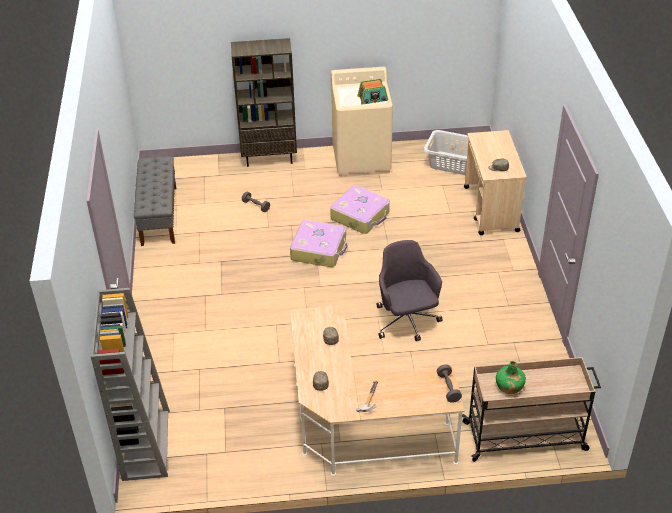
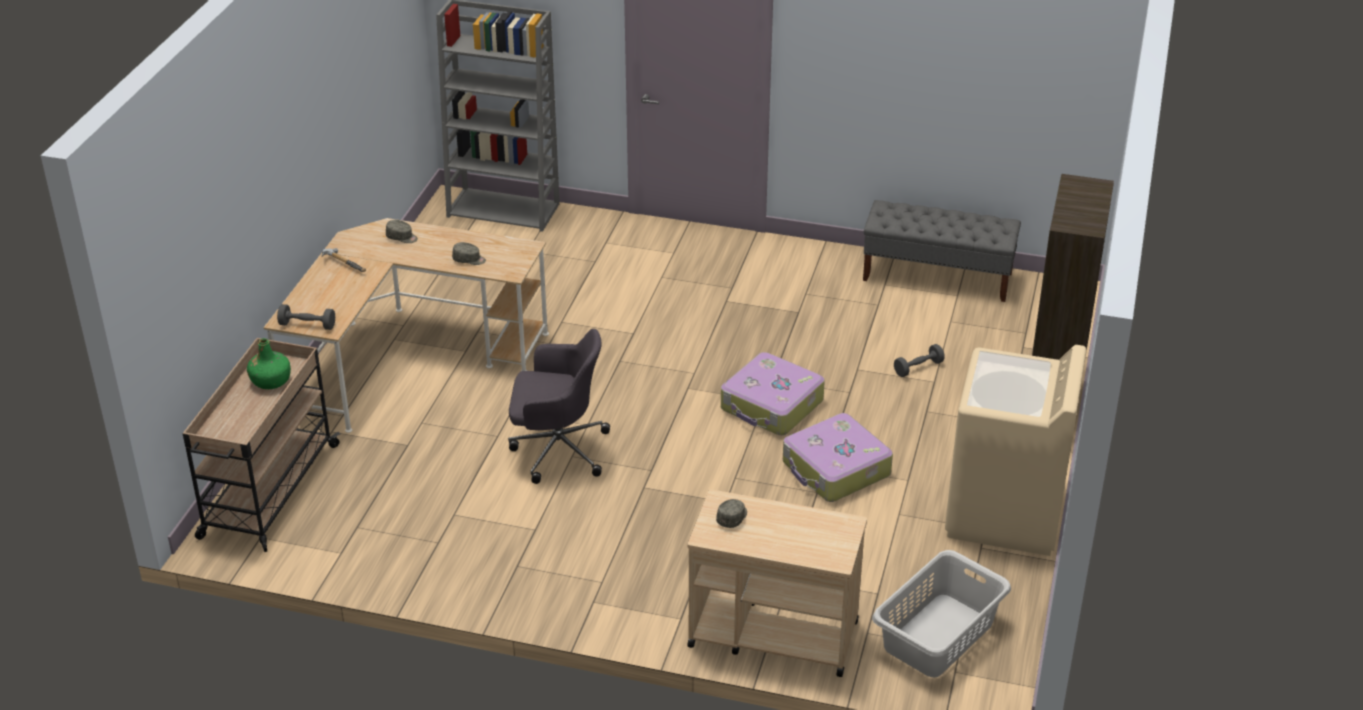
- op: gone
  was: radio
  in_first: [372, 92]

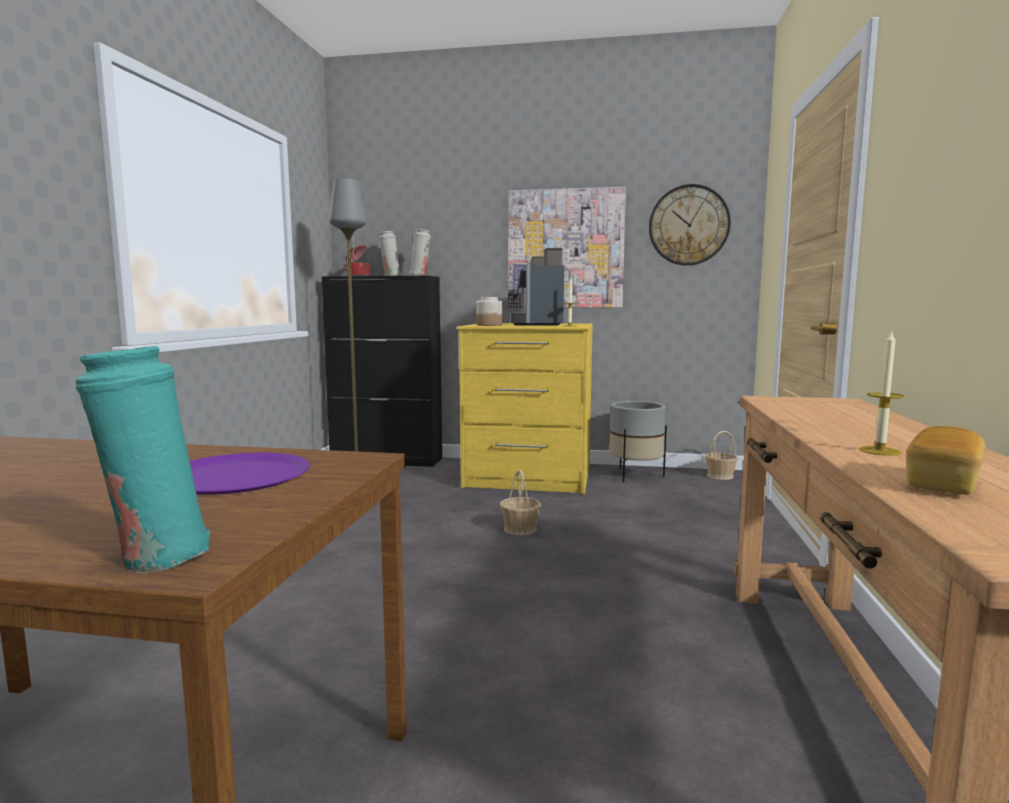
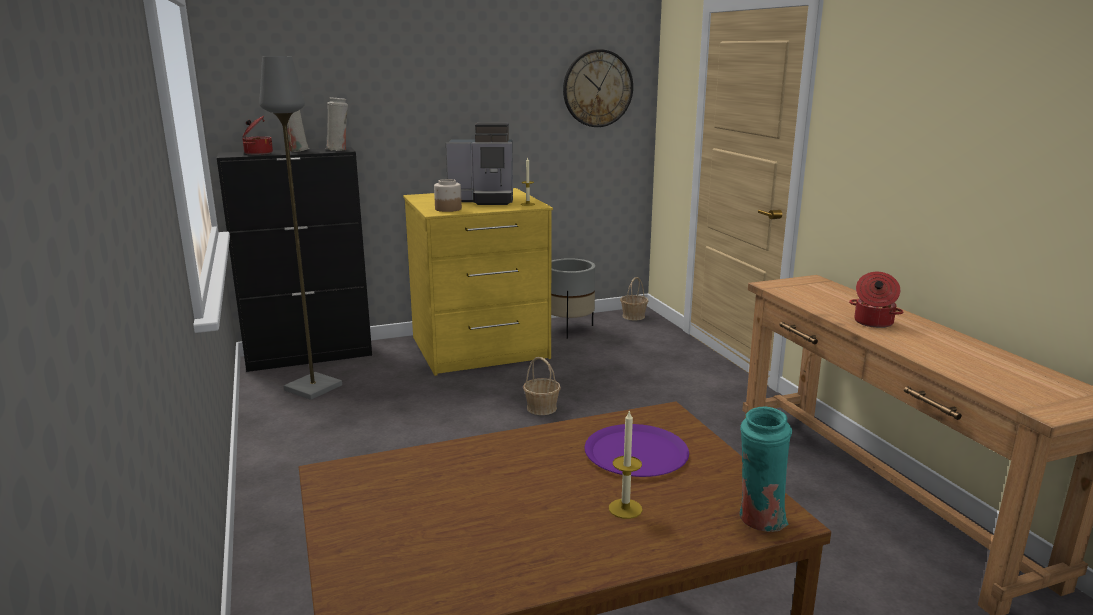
- op: rotated
  was: coffee machine
  in_first: [537, 287]
  in_second: [479, 164]
  clockwise: -60
- op: shifted
  was: candle
  in_first: [881, 393]
  in_second: [625, 464]
- op: new
  now: cooking pot
  in_second: [876, 300]
- op: gone
  was: picture
  in_first: [567, 247]
- op: gone
  was: bread
  in_first: [946, 460]

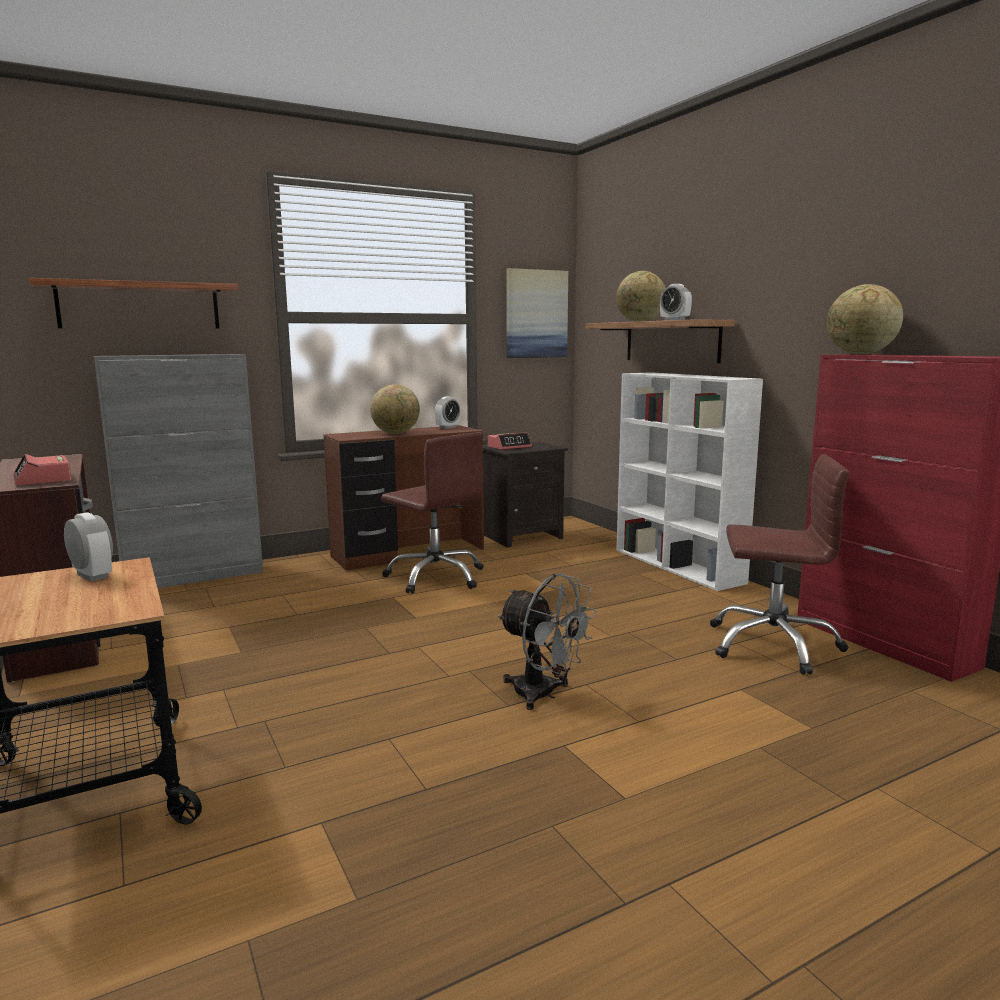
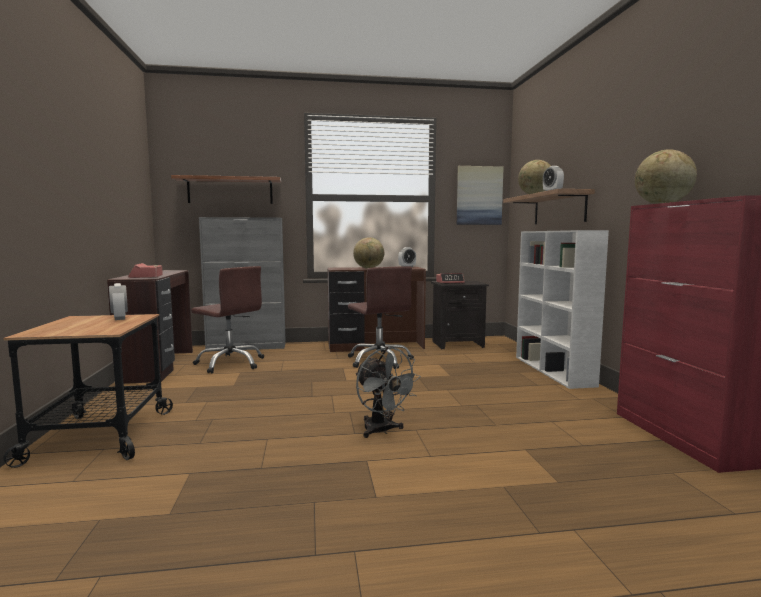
- op: shifted
  was: brown office chair
  in_first: [779, 564]
  in_second: [227, 319]

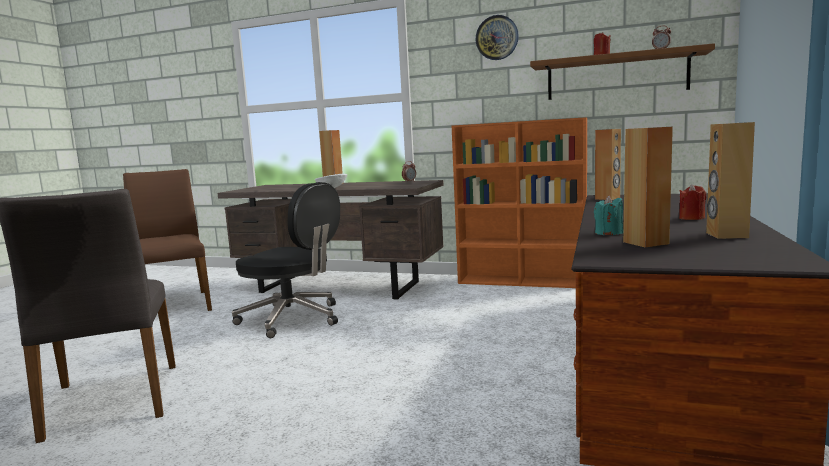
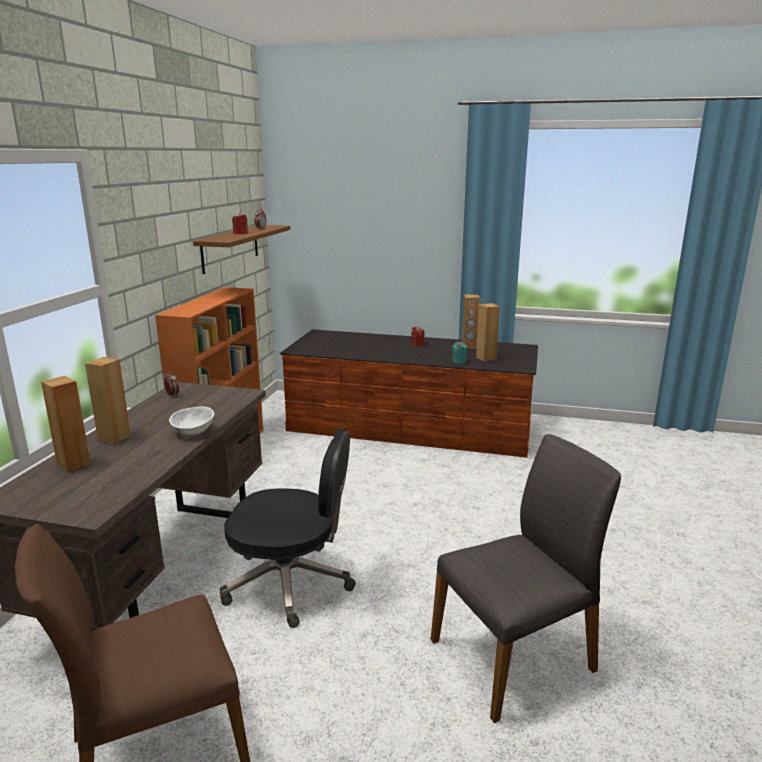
- op: shifted
  was: brown speaker
  in_first: [608, 164]
  in_second: [66, 424]
- op: rotated
  was: black office chair
  in_first: [286, 260]
  in_second: [288, 528]
  clockwise: 75
- op: gone
  was: wall clock
  in_first: [497, 37]

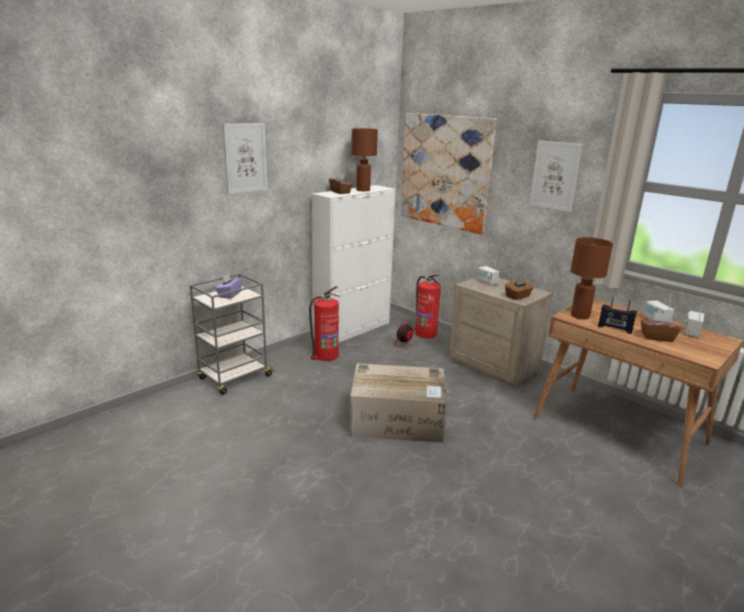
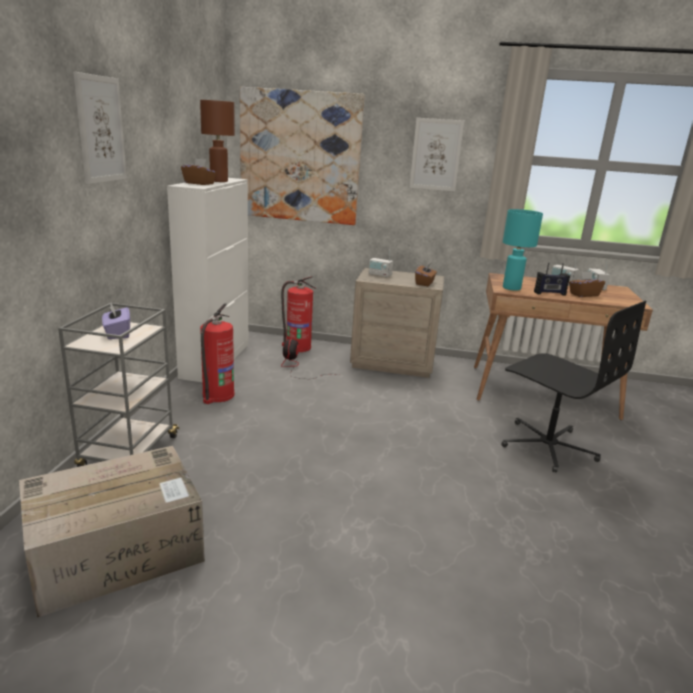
- op: shifted
  was: cardboard box
  in_first: [398, 403]
  in_second: [112, 532]
- op: new
  now: black office chair
  in_second: [573, 387]
- op: repainted
  was: brown table lamp
  now: turquoise table lamp
  in_first: [592, 278]
  in_second: [523, 250]

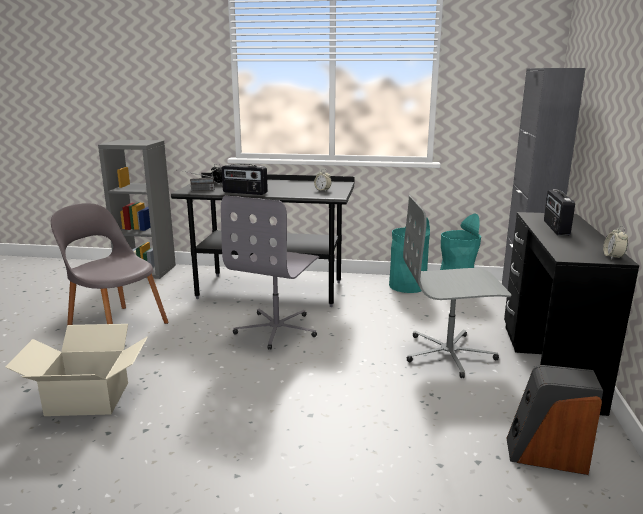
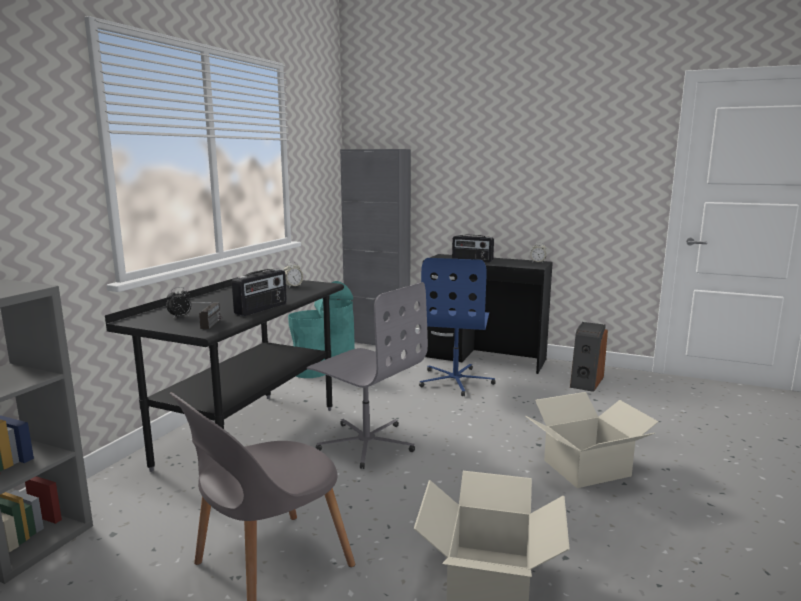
- op: repainted
  was: grey office chair
  now: blue office chair
  in_first: [457, 286]
  in_second: [457, 327]
- op: new
  now: cardboard box
  in_second: [592, 440]

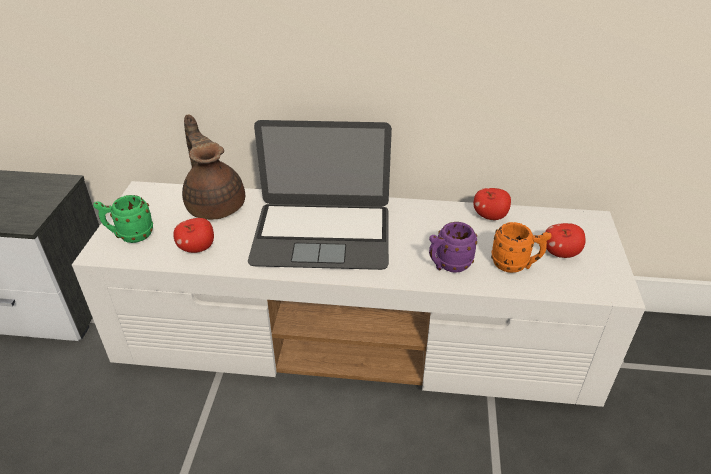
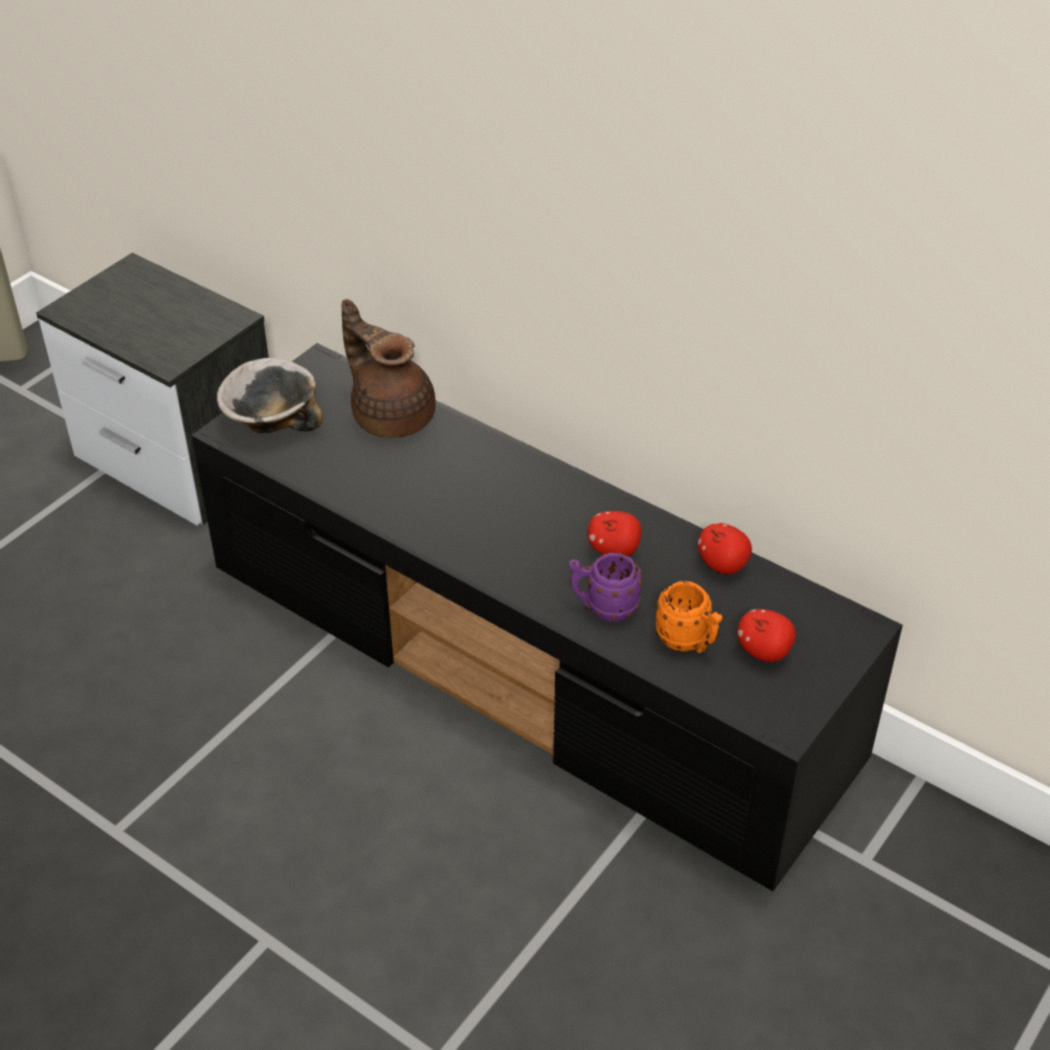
- op: repainted
  was: white tv stand
  now: black tv stand
  in_first: [359, 294]
  in_second: [547, 617]
- op: swapped
  was: green mug
  now: bowl
  in_first: [123, 219]
  in_second: [270, 395]
- op: rotated
  was: brown teapot
  in_first: [213, 167]
  in_second: [388, 368]
  clockwise: -45
- op: shifted
  was: apple
  in_first: [193, 235]
  in_second: [615, 533]
- op: gone
  was: laptop
  in_first: [320, 195]

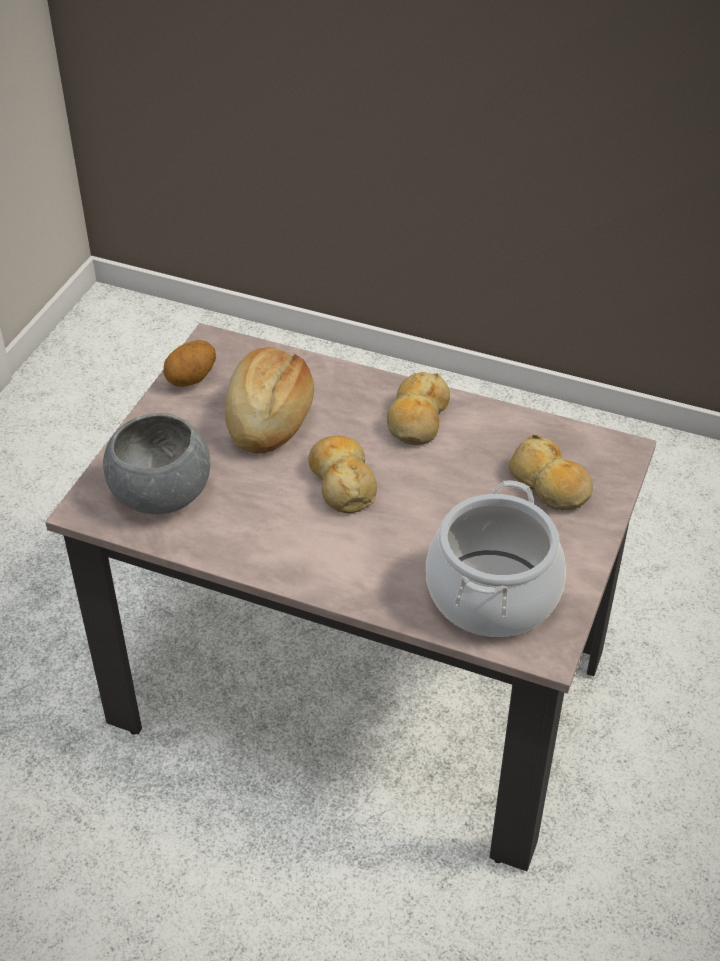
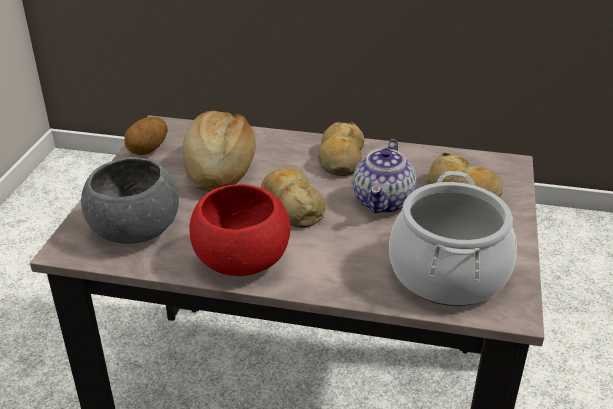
- op: new
  now: red bowl
  in_second: [240, 230]
- op: new
  now: teapot
  in_second: [385, 176]

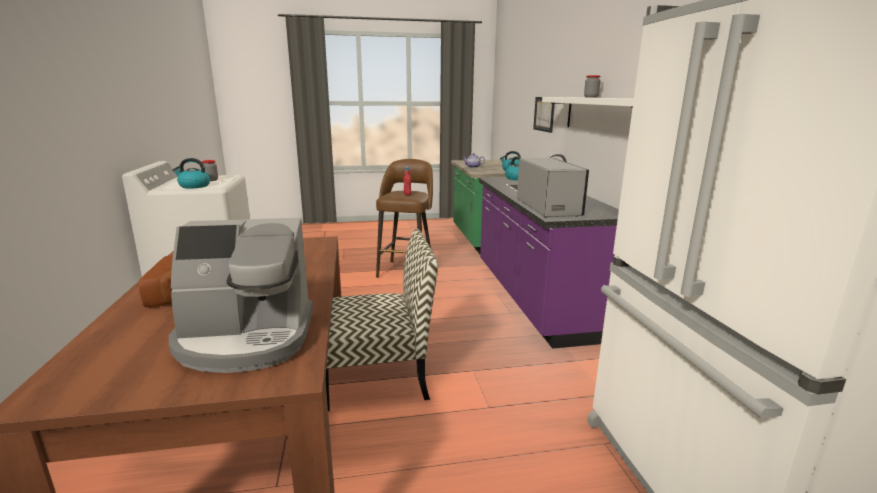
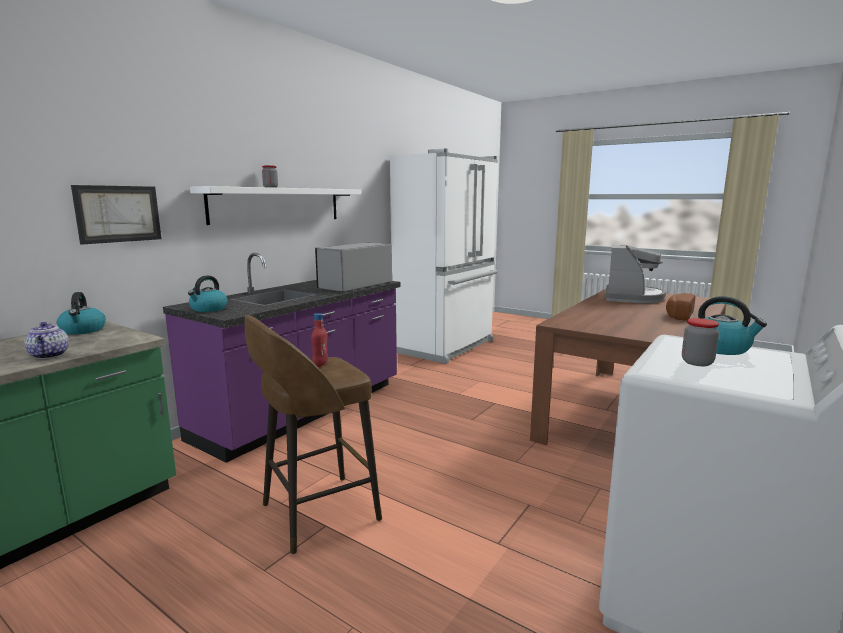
- op: rotated
  was: coffee machine
  in_first: [241, 295]
  in_second: [635, 273]
  clockwise: 75
- op: gone
  was: chair
  in_first: [381, 320]

